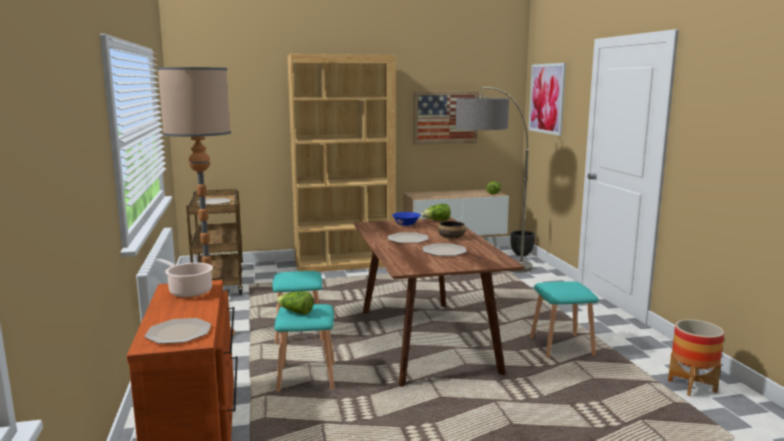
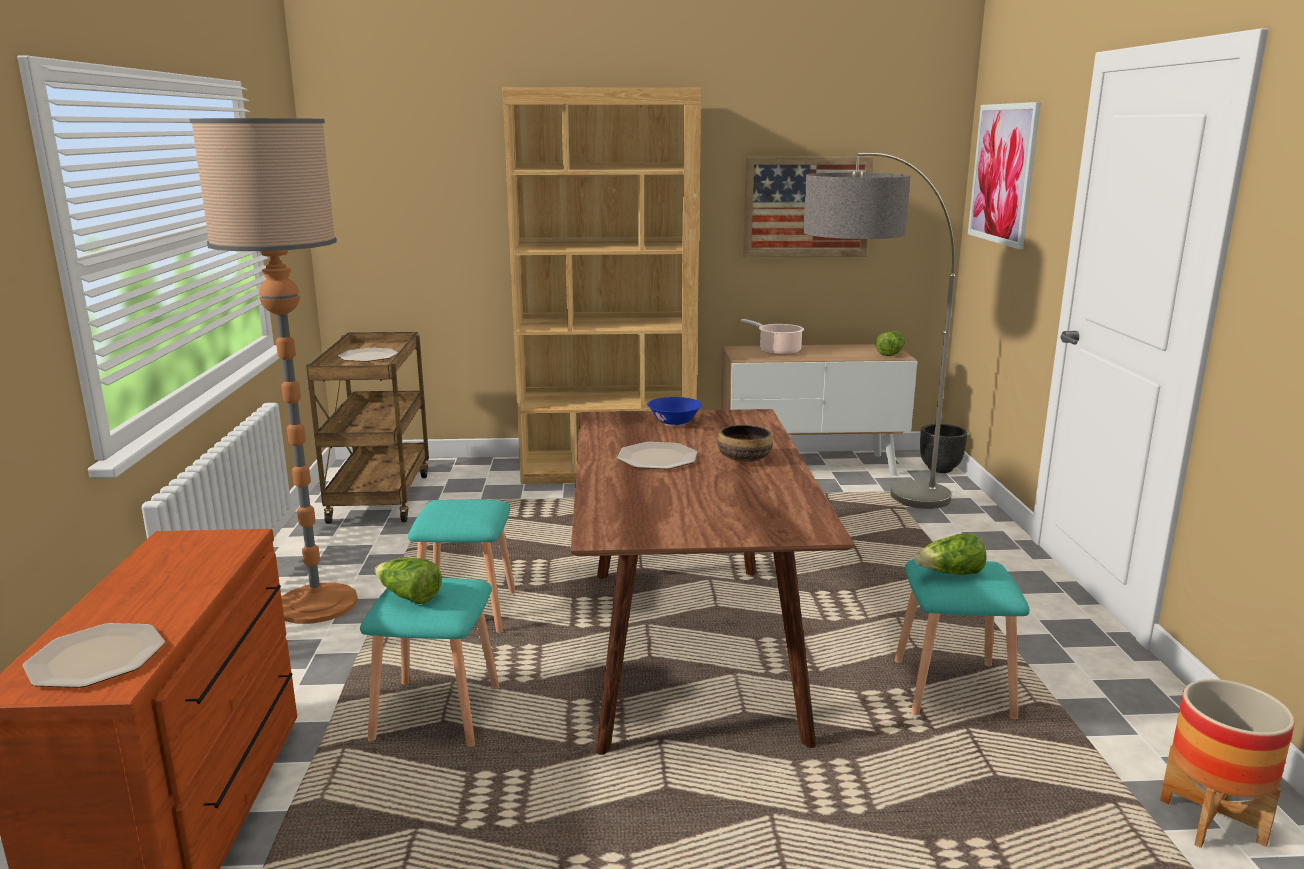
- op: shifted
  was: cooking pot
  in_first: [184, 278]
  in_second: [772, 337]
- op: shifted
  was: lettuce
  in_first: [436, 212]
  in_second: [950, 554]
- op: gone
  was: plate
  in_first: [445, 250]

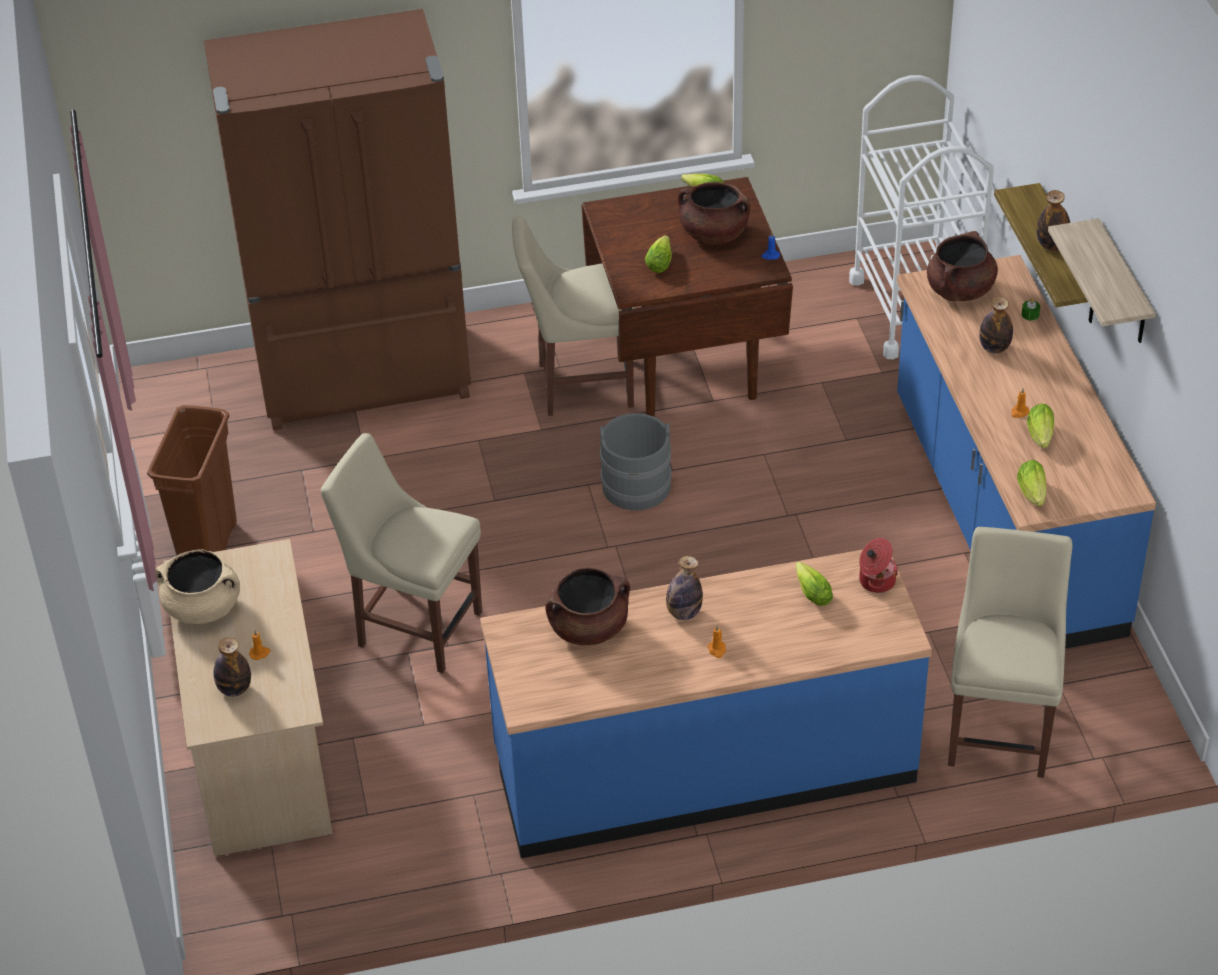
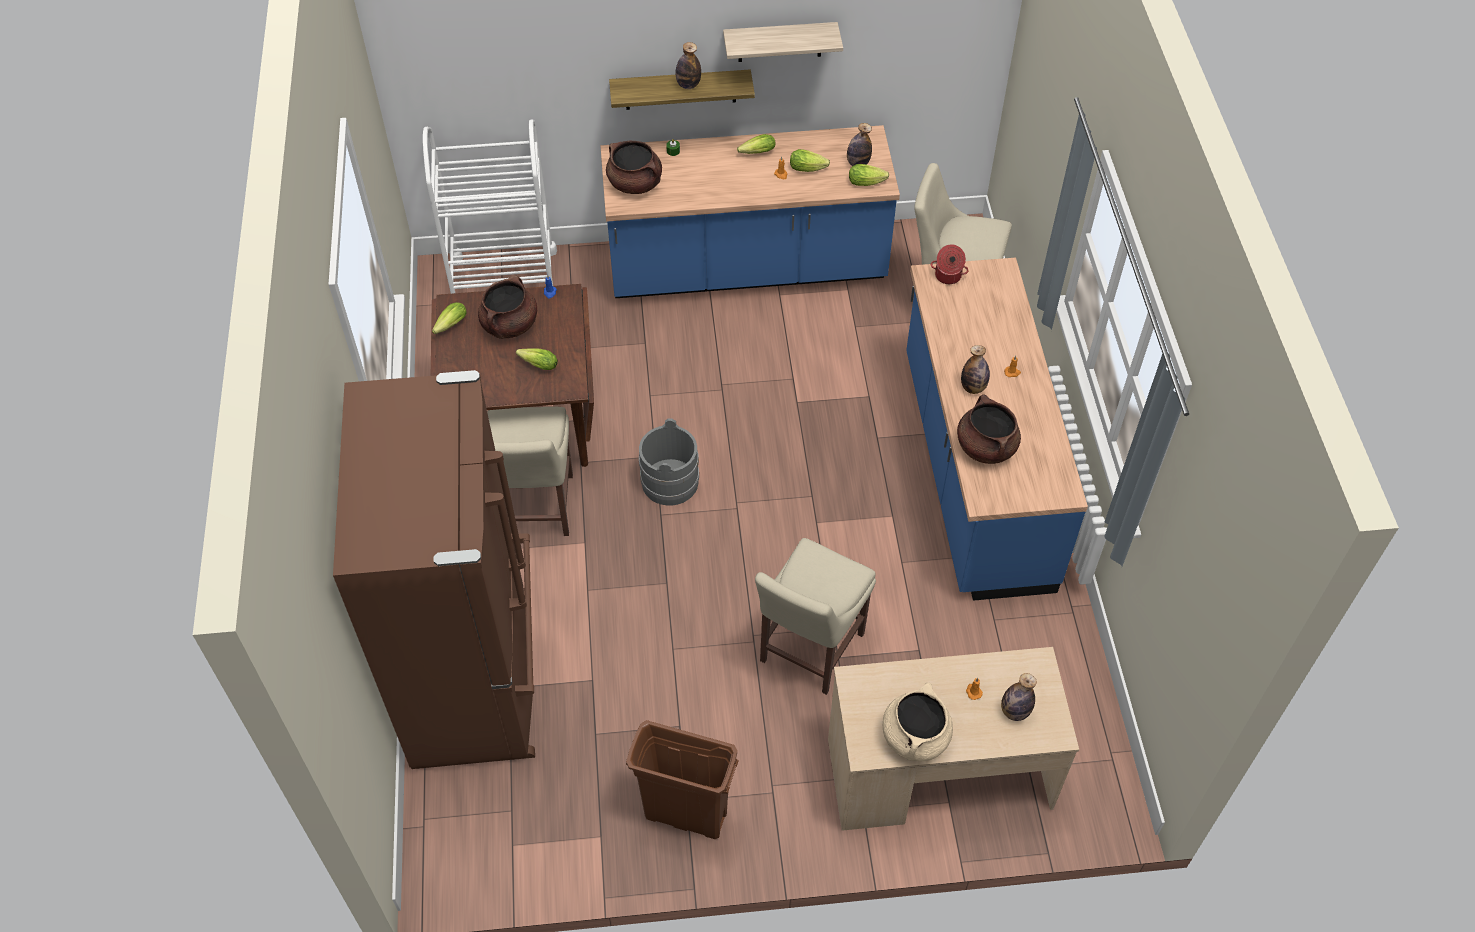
- op: shifted
  was: lettuce
  in_first: [814, 584]
  in_second: [756, 144]
- op: shifted
  was: bottle
  in_first: [996, 325]
  in_second: [859, 144]

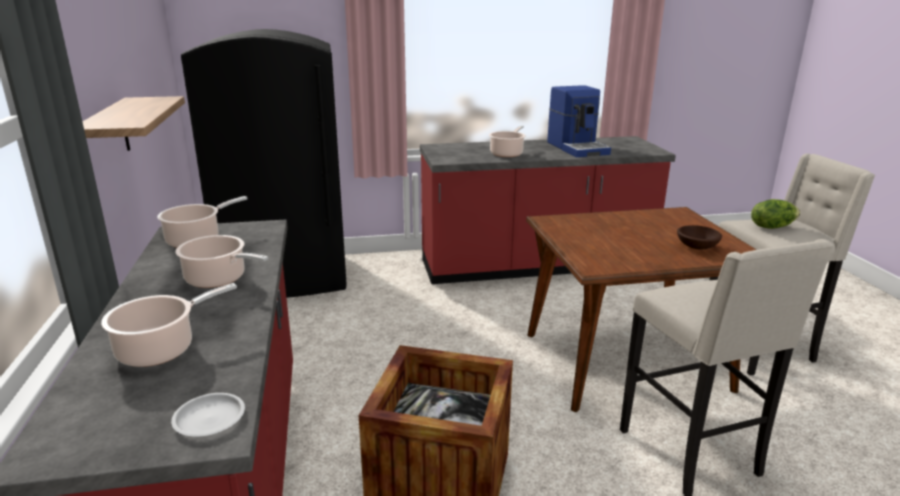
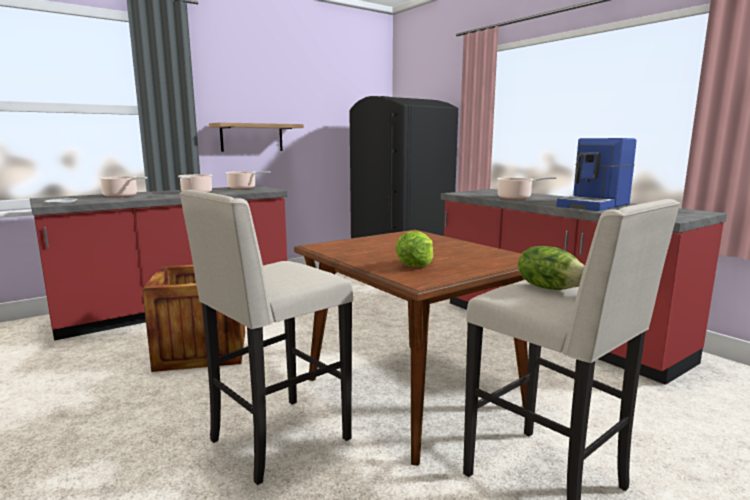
- op: swapped
  was: brown bowl
  now: lettuce
  in_first: [699, 237]
  in_second: [414, 249]

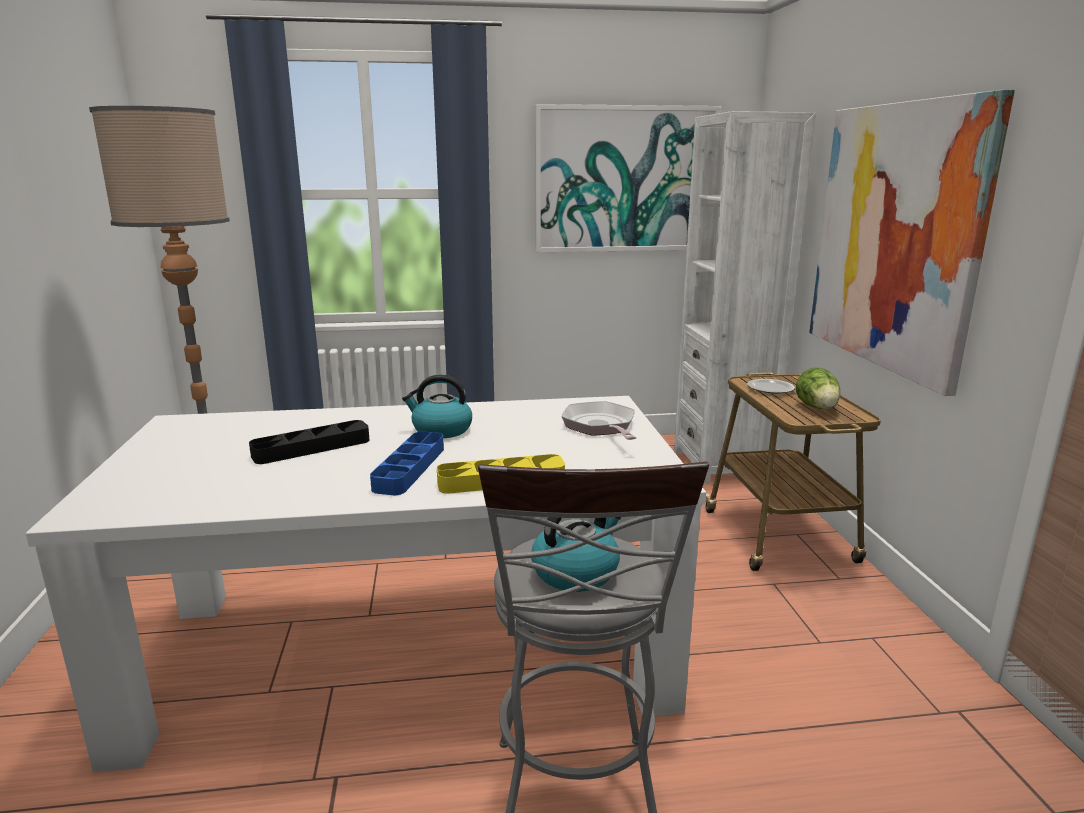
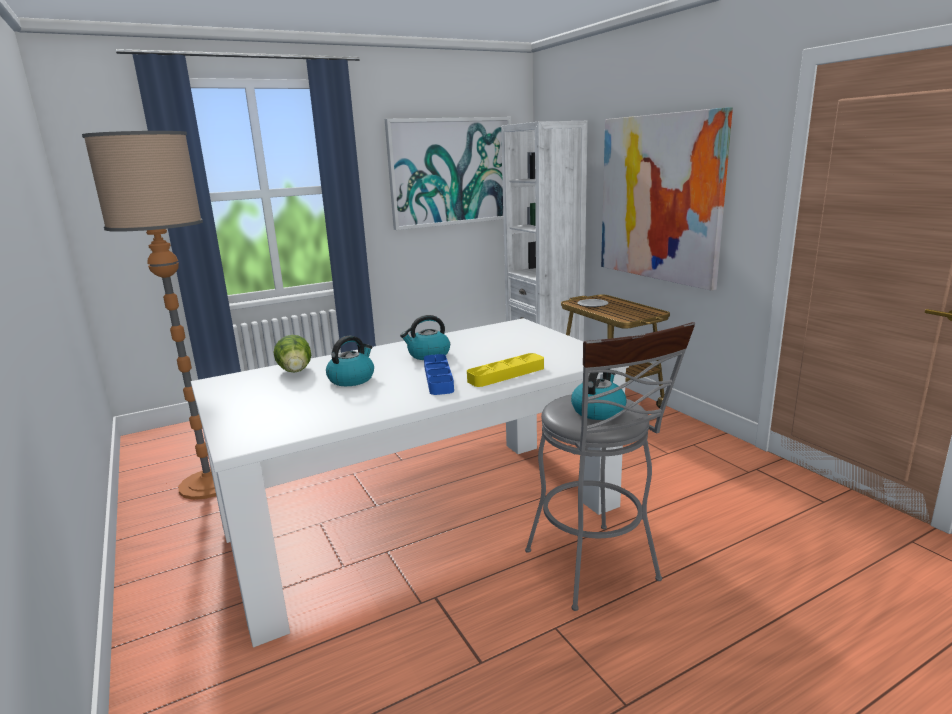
- op: shifted
  was: lettuce
  in_first: [818, 388]
  in_second: [292, 354]
- op: swapped
  was: black tray
  now: kettle
  in_first: [309, 442]
  in_second: [350, 361]
- op: gone
  was: frying pan
  in_first: [599, 420]

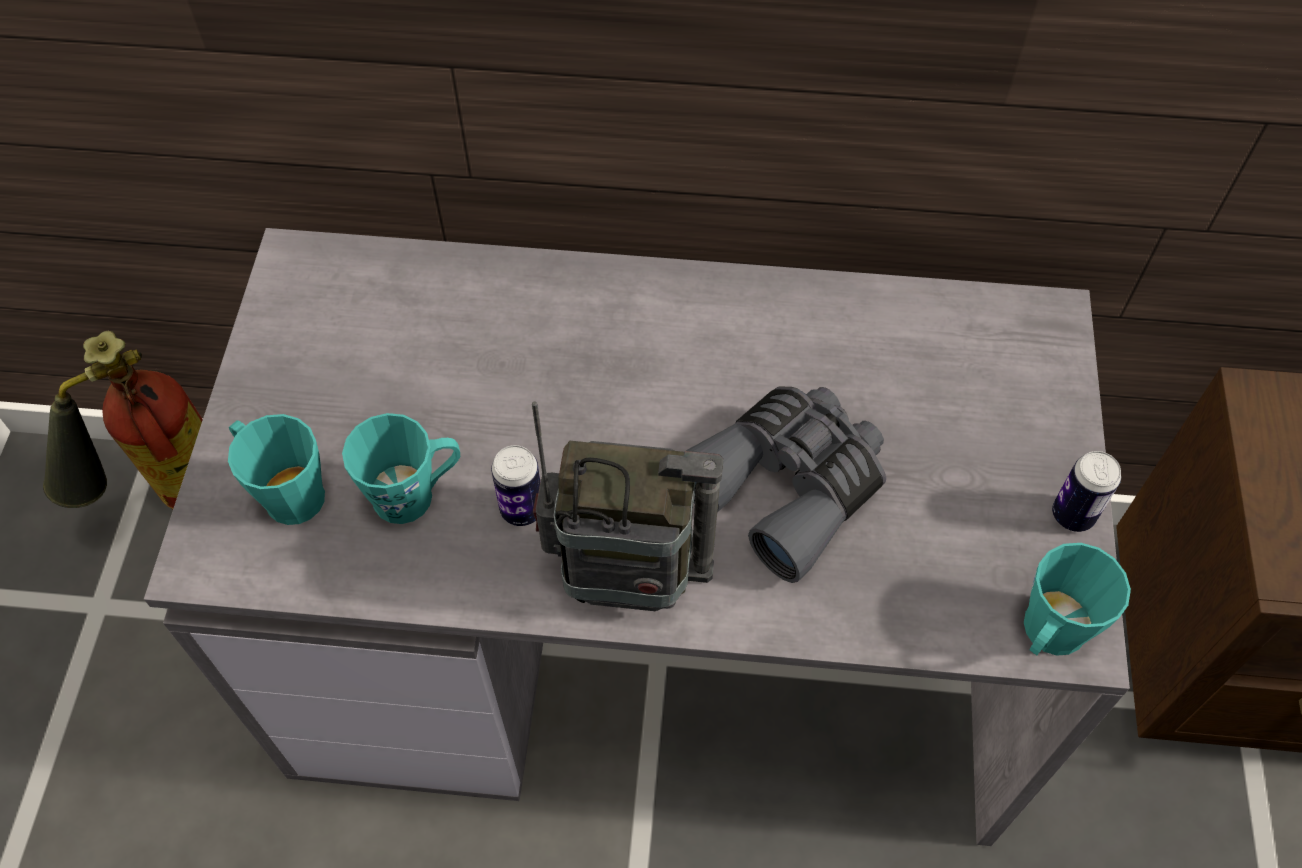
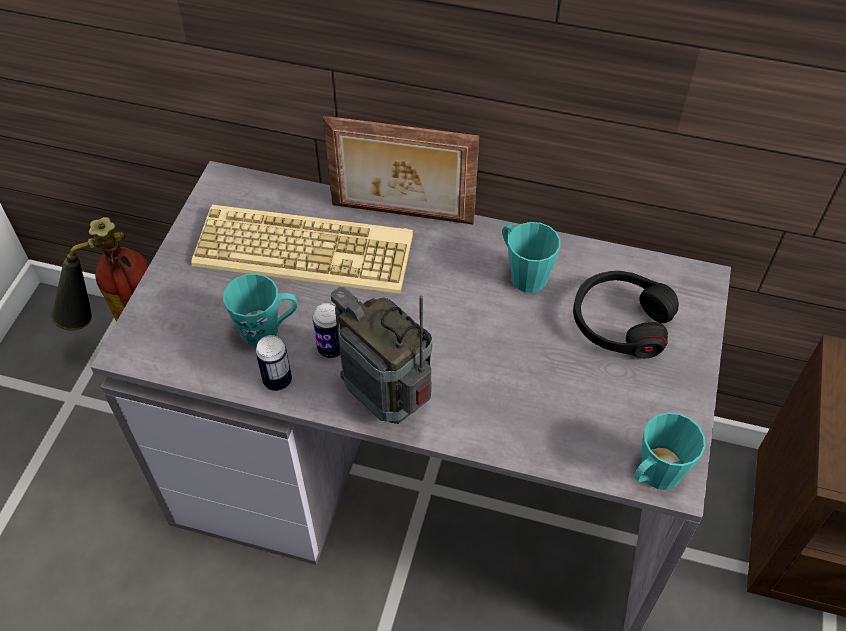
- op: new
  now: keyboard
  in_second: [302, 249]
- op: shifted
  was: can
  in_first: [1086, 491]
  in_second: [274, 363]
- op: new
  now: picture frame
  in_second: [401, 170]
- op: rotated
  was: radio
  in_first: [627, 506]
  in_second: [381, 355]
  clockwise: -150
- op: shifted
  was: turquoise mug
  in_first: [276, 469]
  in_second: [531, 257]
- op: new
  now: black headphones
  in_second: [626, 314]
- op: gone
  was: grey binoculars
  in_first: [786, 484]

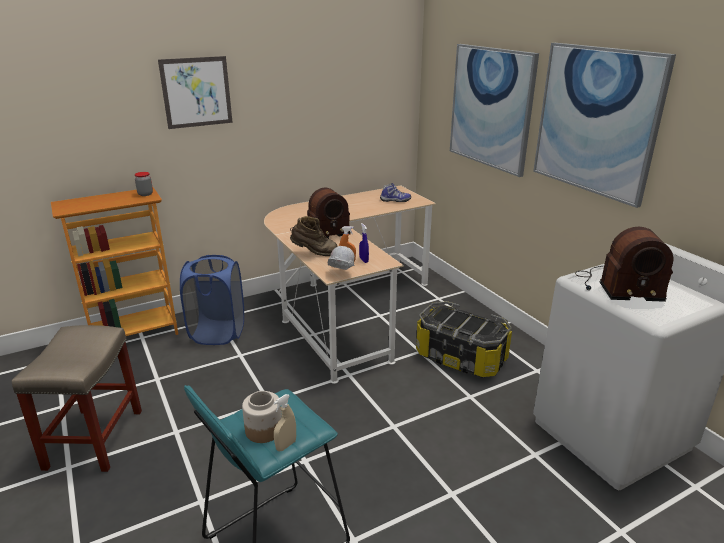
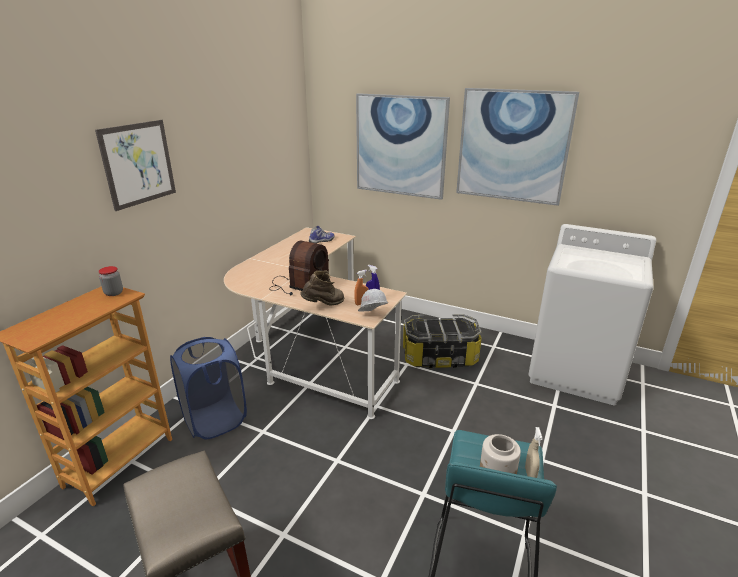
- op: gone
  was: radio
  in_first: [624, 264]

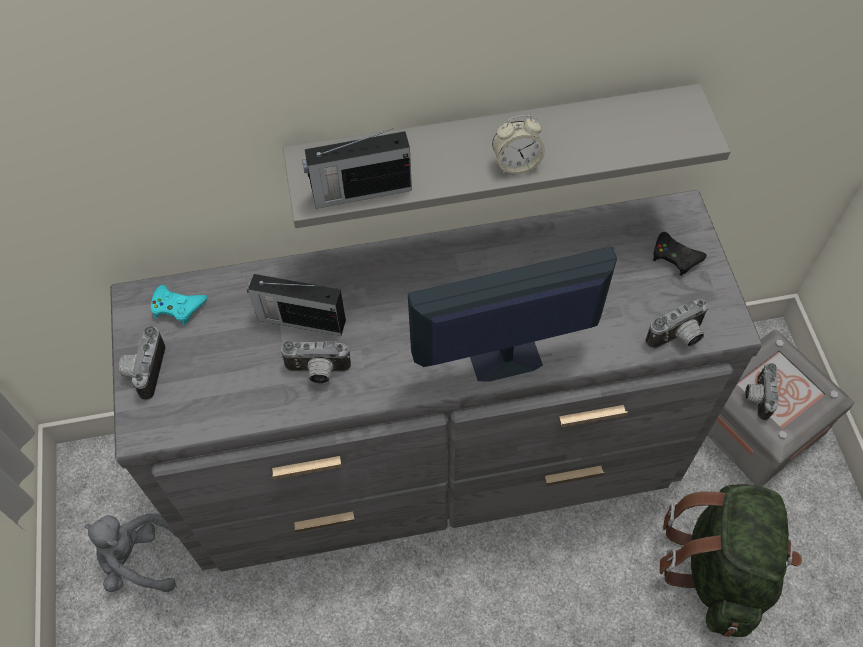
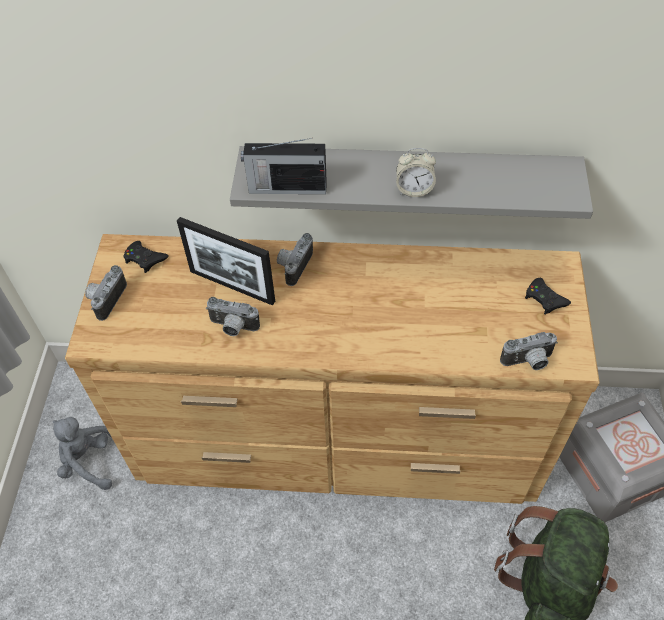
- op: repainted
  was: grey dresser
  now: brown dresser
  in_first: [436, 381]
  in_second: [332, 369]
- op: repainted
  was: turquoise game controller
  now: black game controller
  in_first: [179, 305]
  in_second: [146, 257]
- op: swapped
  was: radio
  now: picture frame
  in_first: [296, 305]
  in_second: [226, 261]
- op: shifted
  was: photo camera
  in_first: [762, 391]
  in_second: [295, 259]
- op: gone
  was: monitor
  in_first: [512, 314]

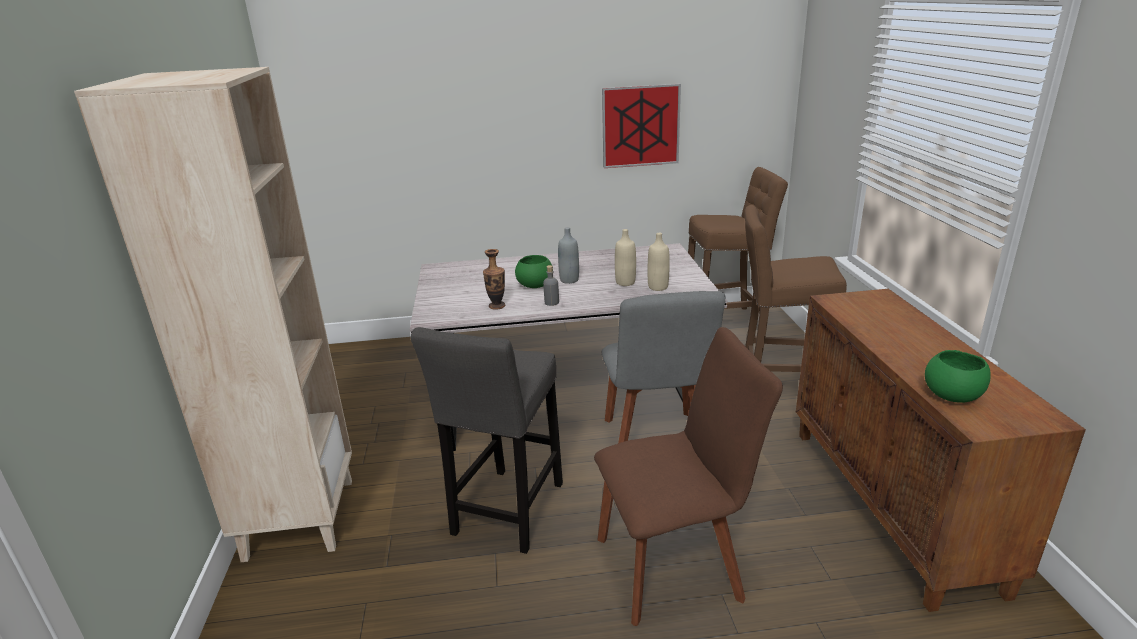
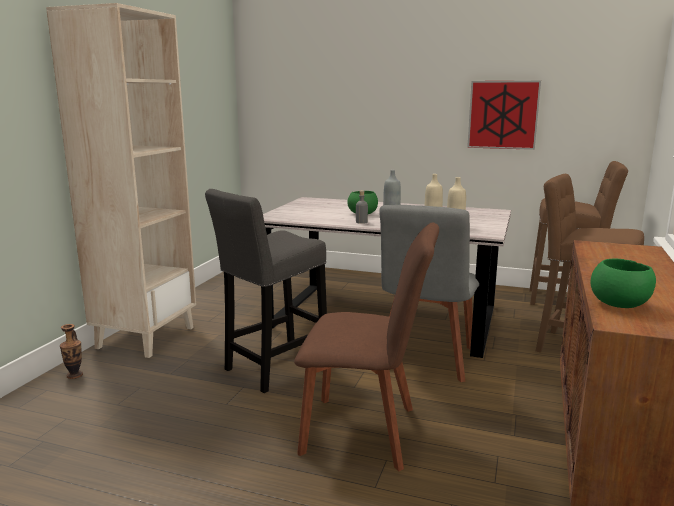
- op: shifted
  was: vase
  in_first: [494, 279]
  in_second: [71, 351]

